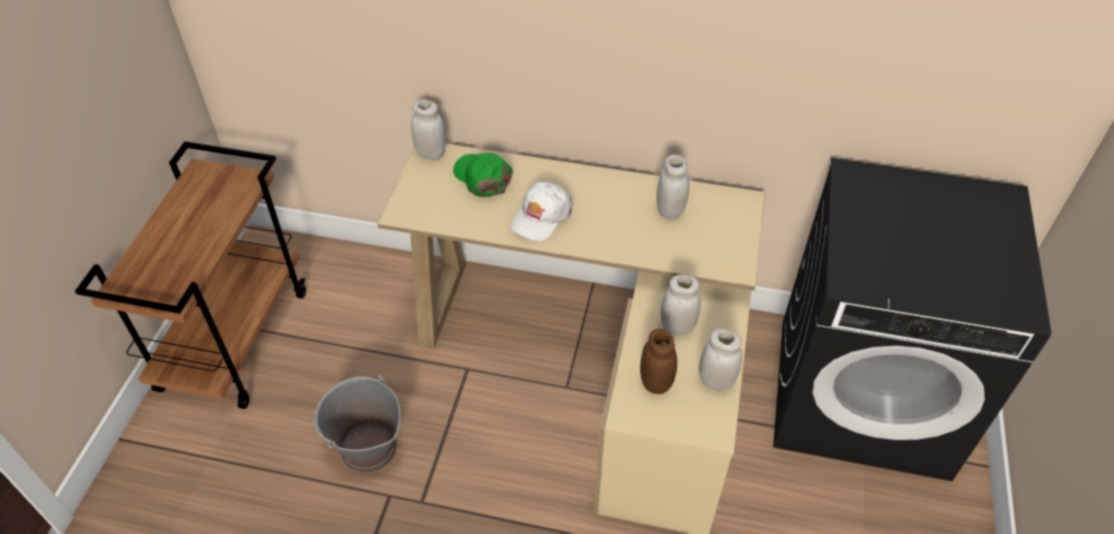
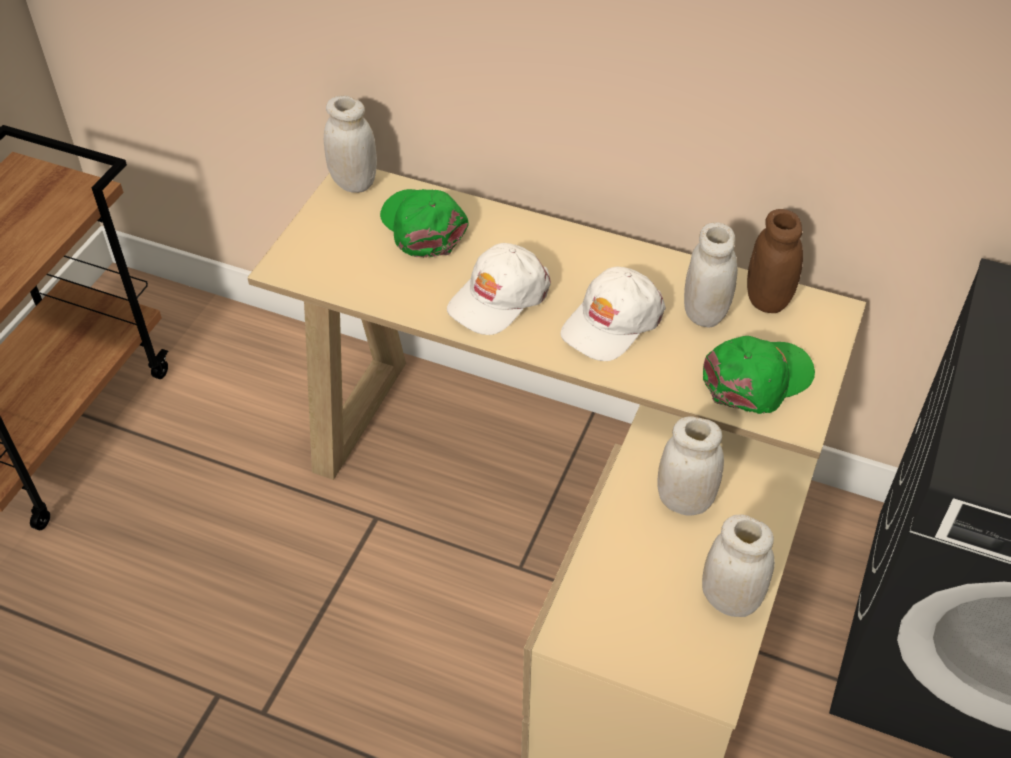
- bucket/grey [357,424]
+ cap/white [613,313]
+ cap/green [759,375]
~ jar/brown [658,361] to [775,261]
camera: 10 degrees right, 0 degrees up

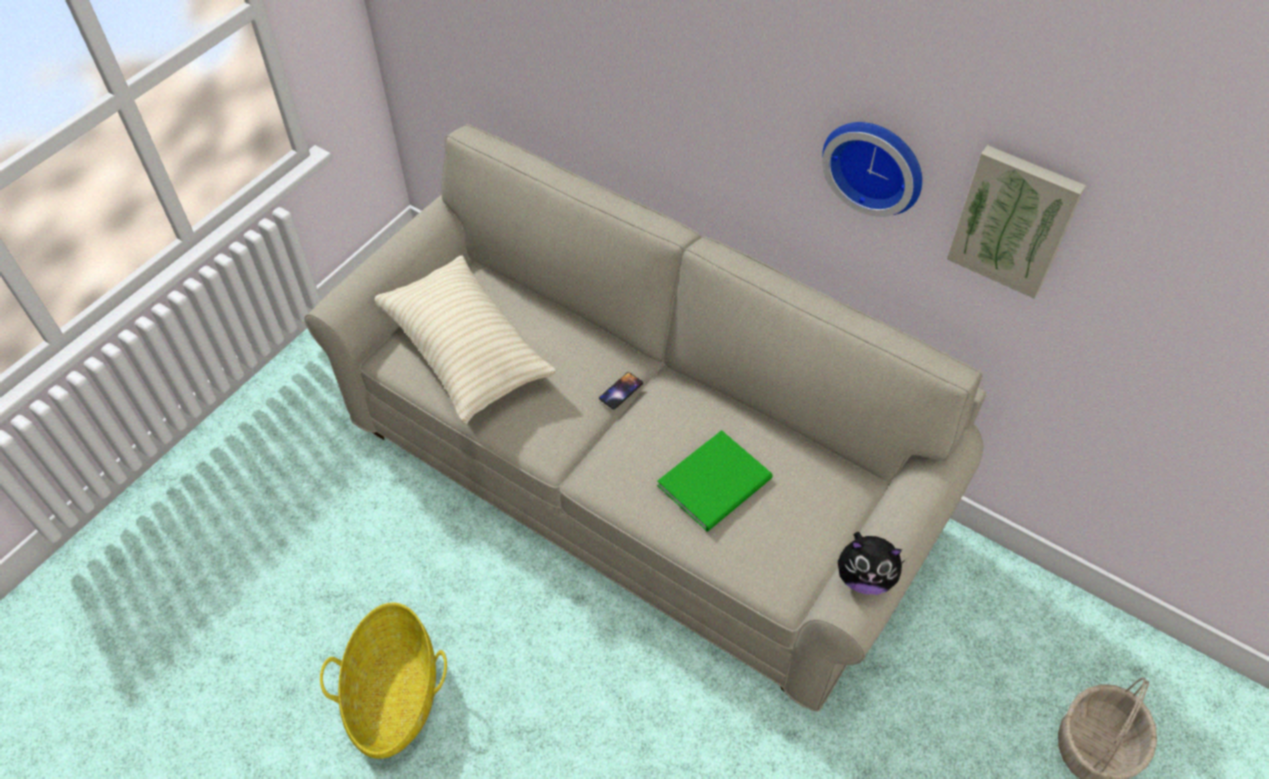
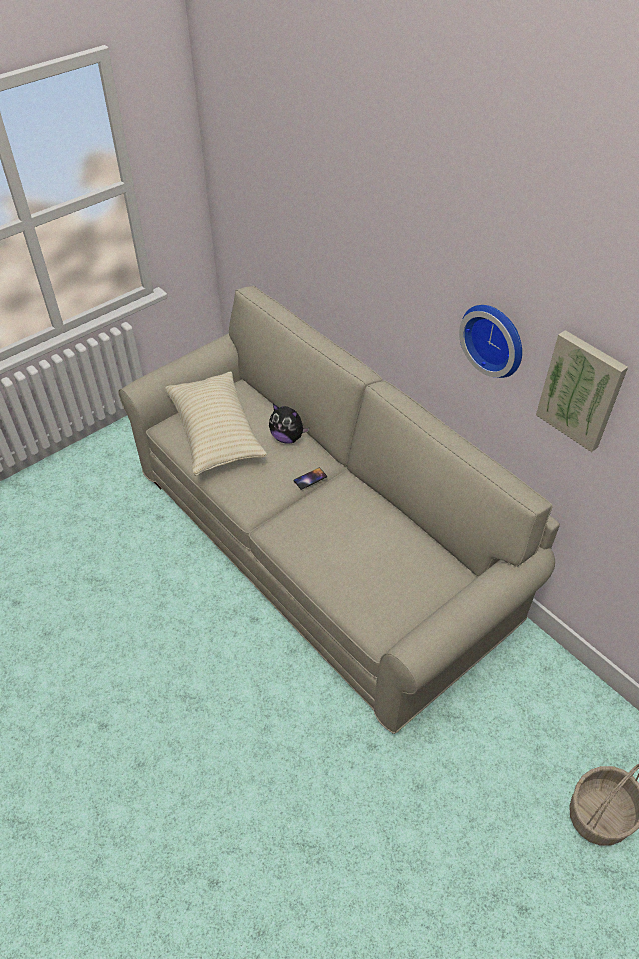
- basket [383,680]
- book/green [715,480]
~ plush toy [872,563] to [289,424]
camera: 15 degrees right, 5 degrees down

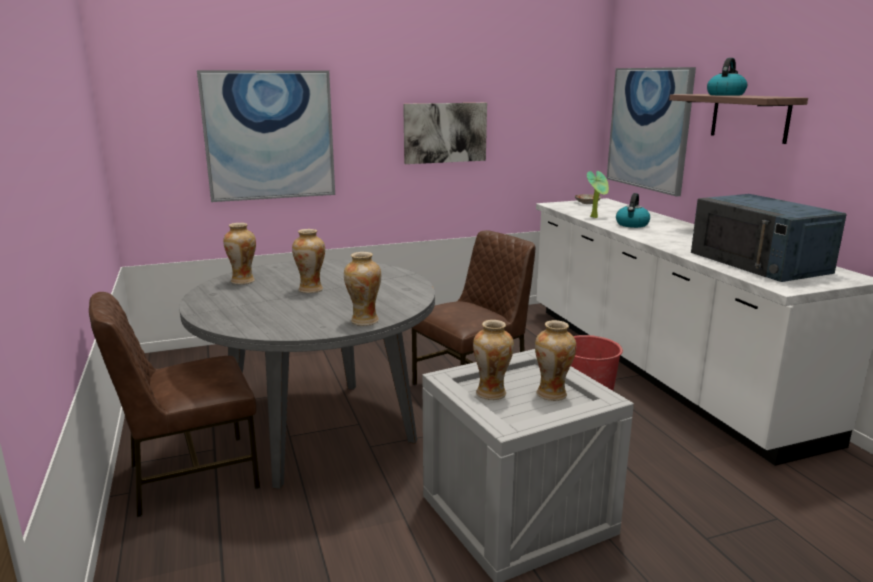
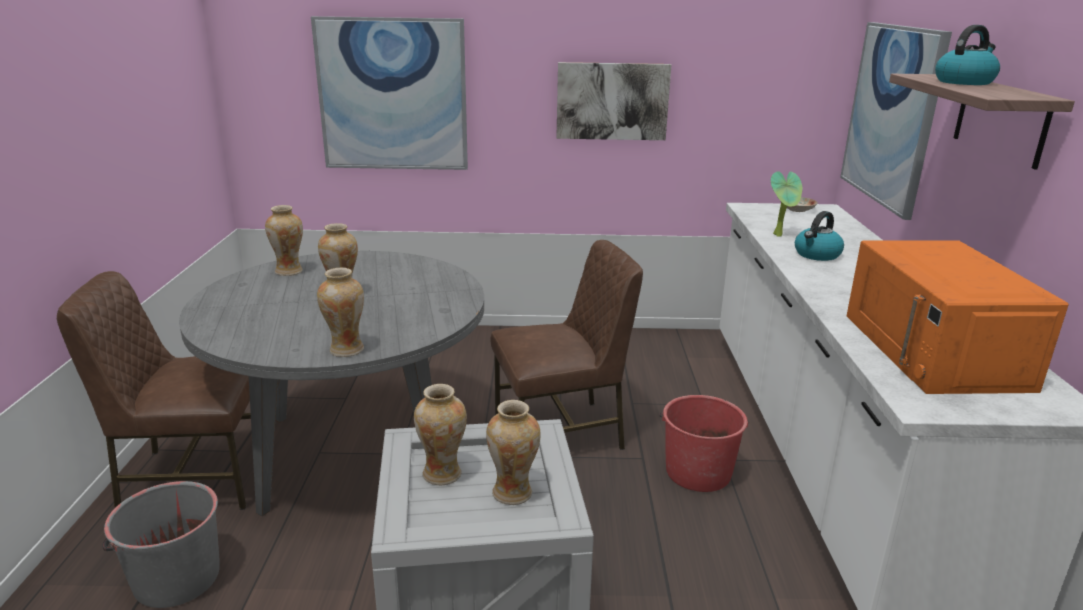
+ bucket/grey [161,544]
~ microwave/blue [769,238] to microwave/orange [958,317]
camera: 20 degrees right, 5 degrees up

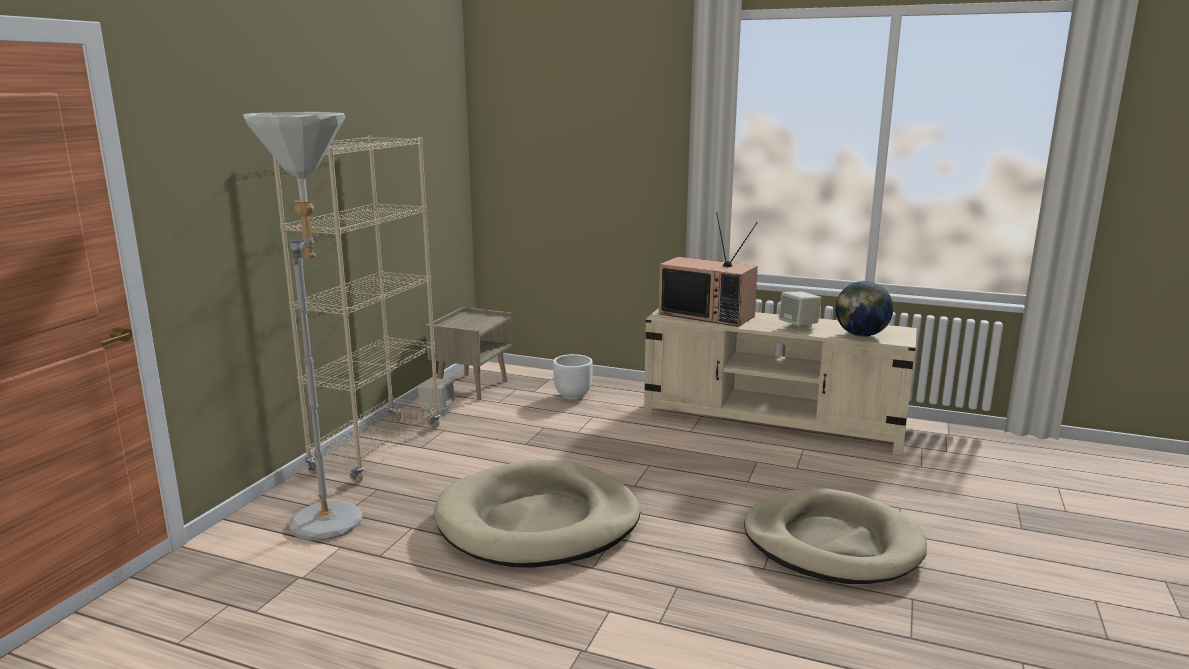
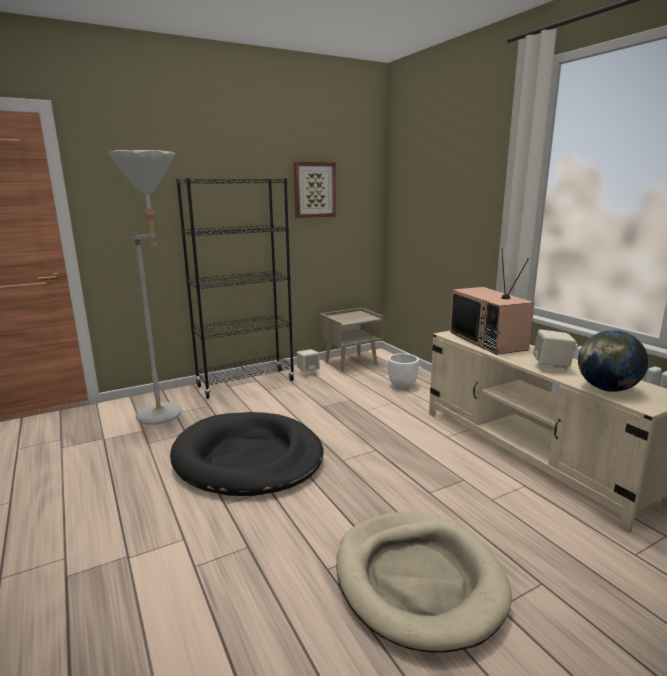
+ picture [315,190]
~ bookcase/beige [357,309] to bookcase/black [235,288]
~ dog bed/beige [537,514] to dog bed/black [247,454]
camera: 40 degrees right, 0 degrees up

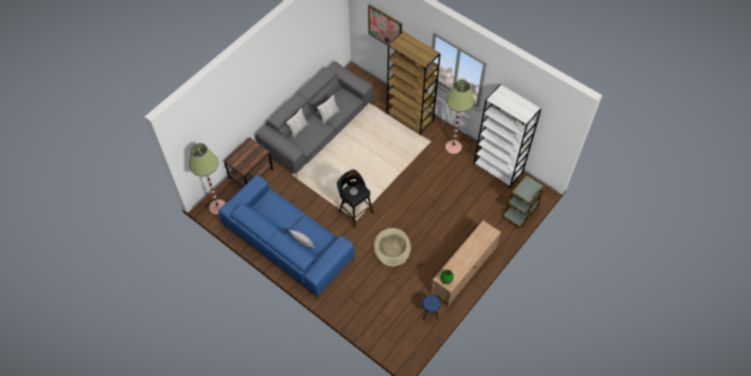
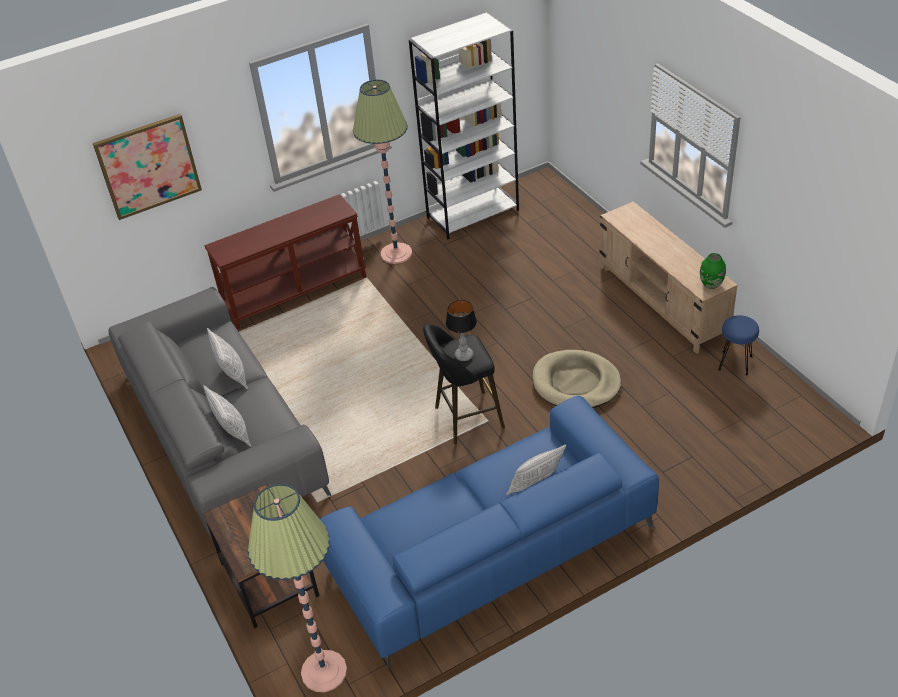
- cart/brown [523,201]
~ bookcase/brown [414,83] to console table/brown [285,262]
camera: 65 degrees left, 15 degrees down

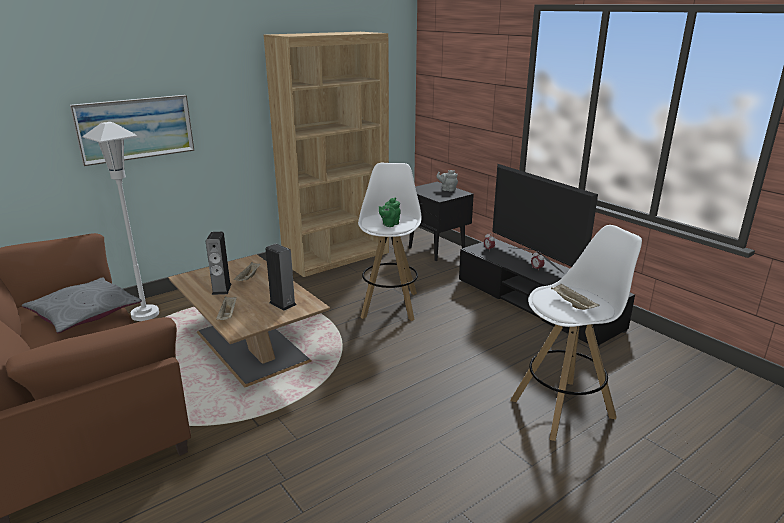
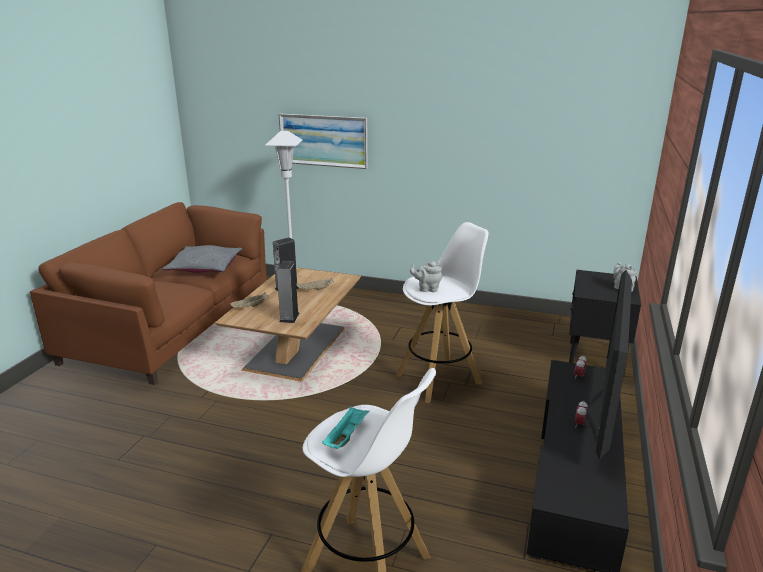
- bookcase/brown [326,154]
~ teapot/green [390,212] to teapot/grey [426,276]
~ tray/beige [575,296] to tray/turquoise [346,428]
camera: 55 degrees right, 0 degrees up

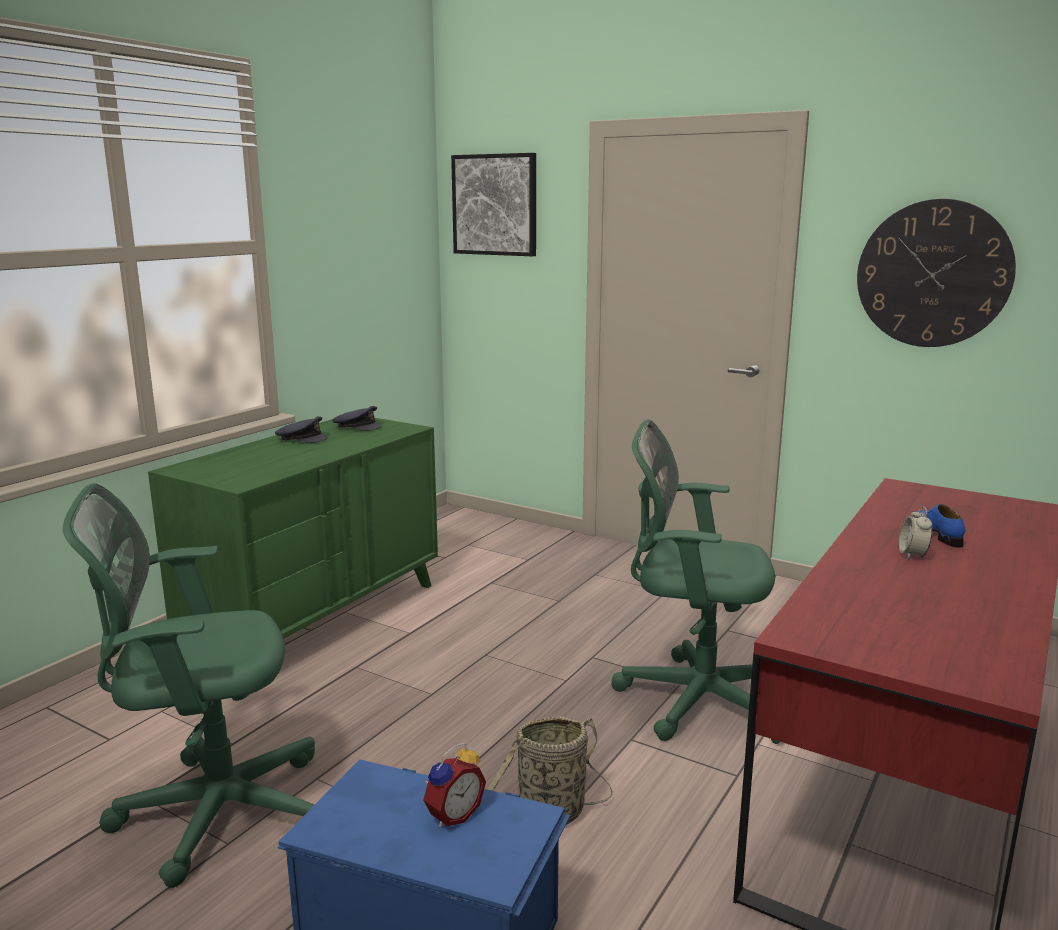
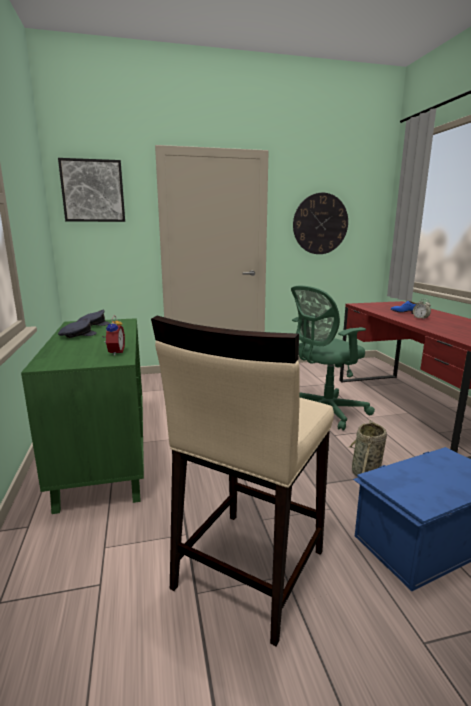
~ alarm clock [454,785] to [113,335]
~ office chair/green [189,685] to stool/beige [242,481]
camera: 45 degrees left, 0 degrees up

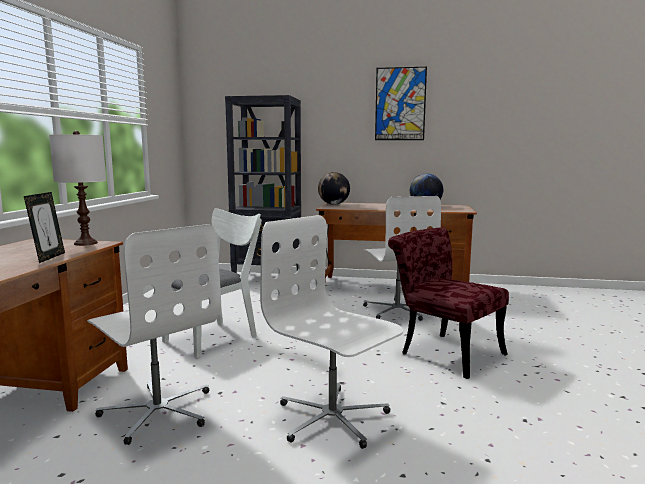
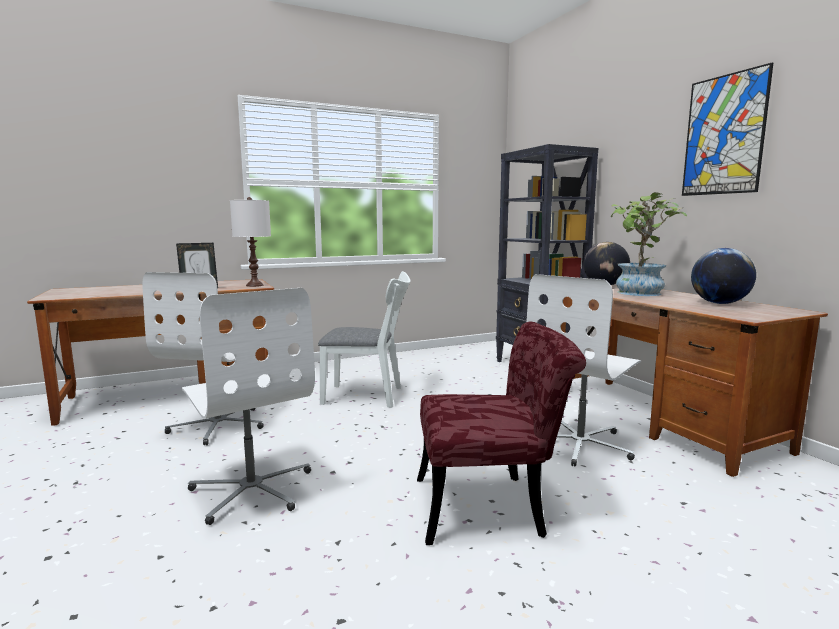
+ potted plant [649,244]
~ office chair/white [331,332] = [248,406] 135 degrees clockwise
~ chair/red [448,303] = [501,433] 75 degrees clockwise
camera: 55 degrees right, 0 degrees up

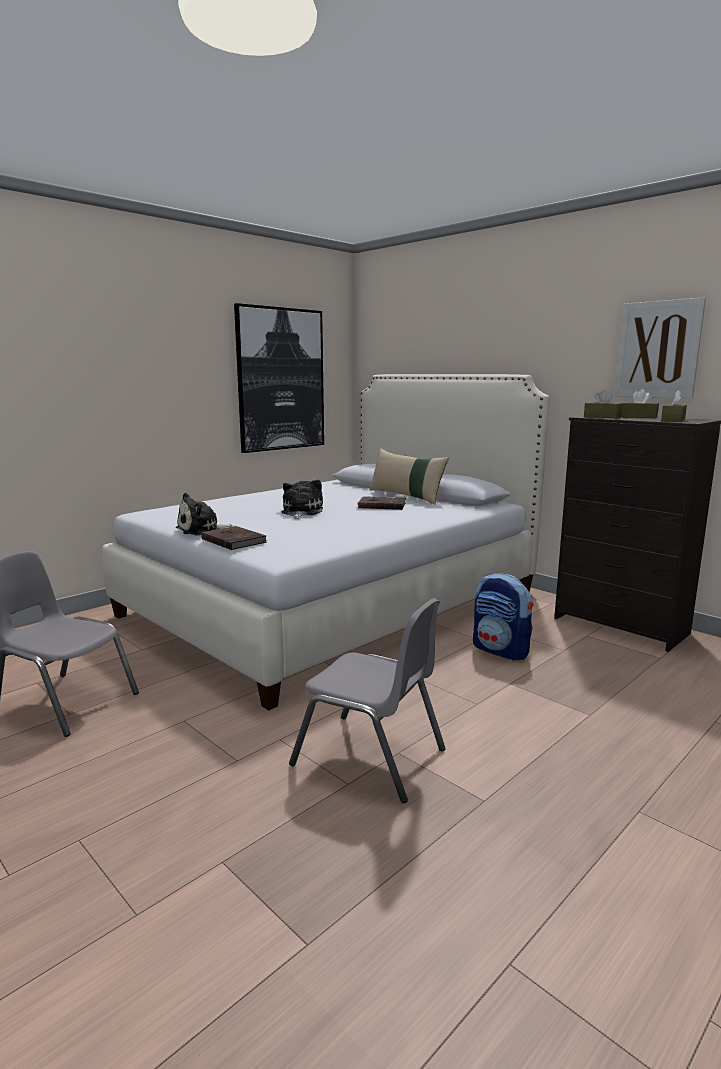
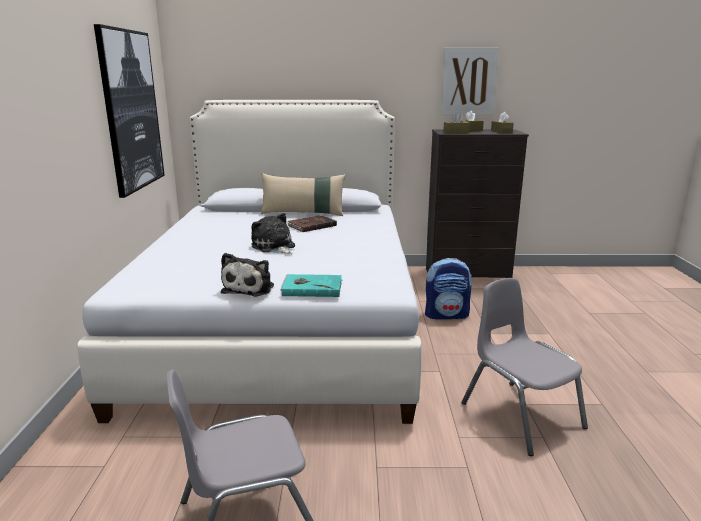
~ book/brown [234,538] to book/turquoise [311,285]
~ chair/grey [367,700] = [524,367] 105 degrees counterclockwise
camera: 45 degrees left, 5 degrees up

